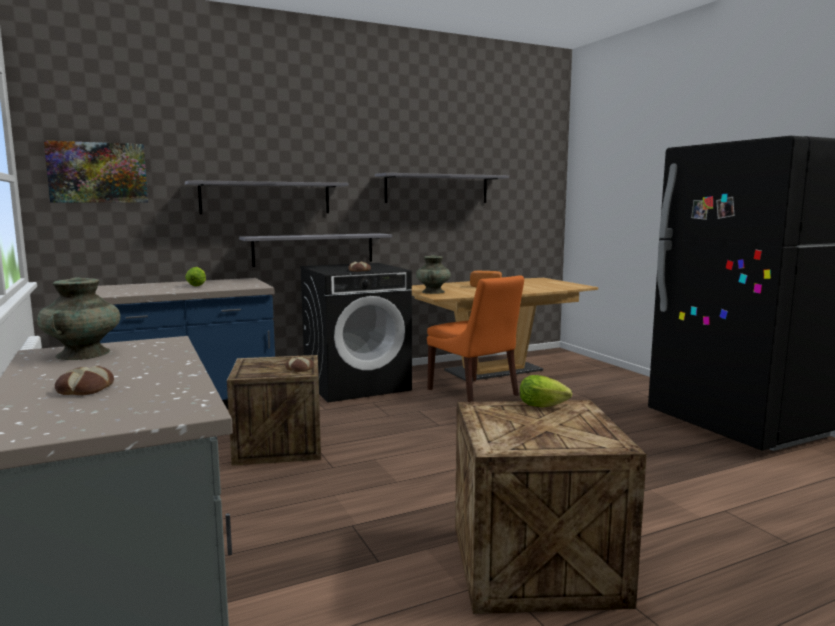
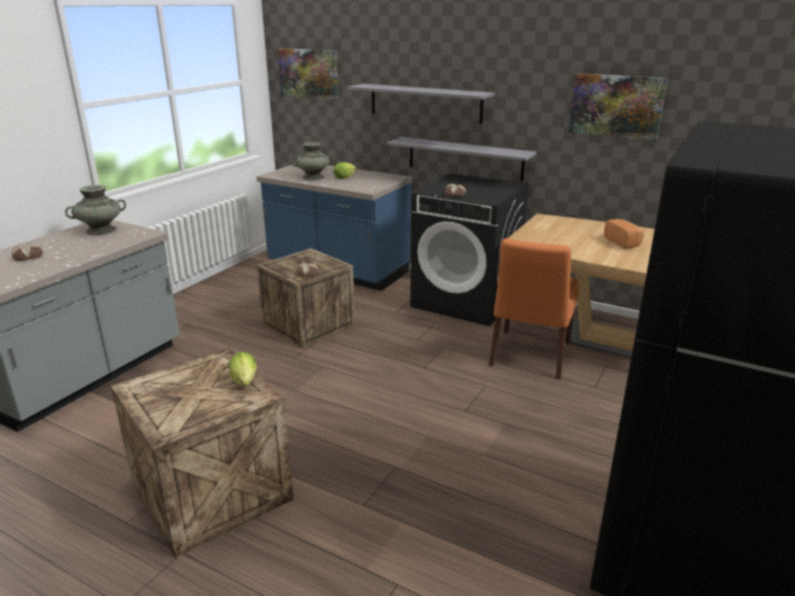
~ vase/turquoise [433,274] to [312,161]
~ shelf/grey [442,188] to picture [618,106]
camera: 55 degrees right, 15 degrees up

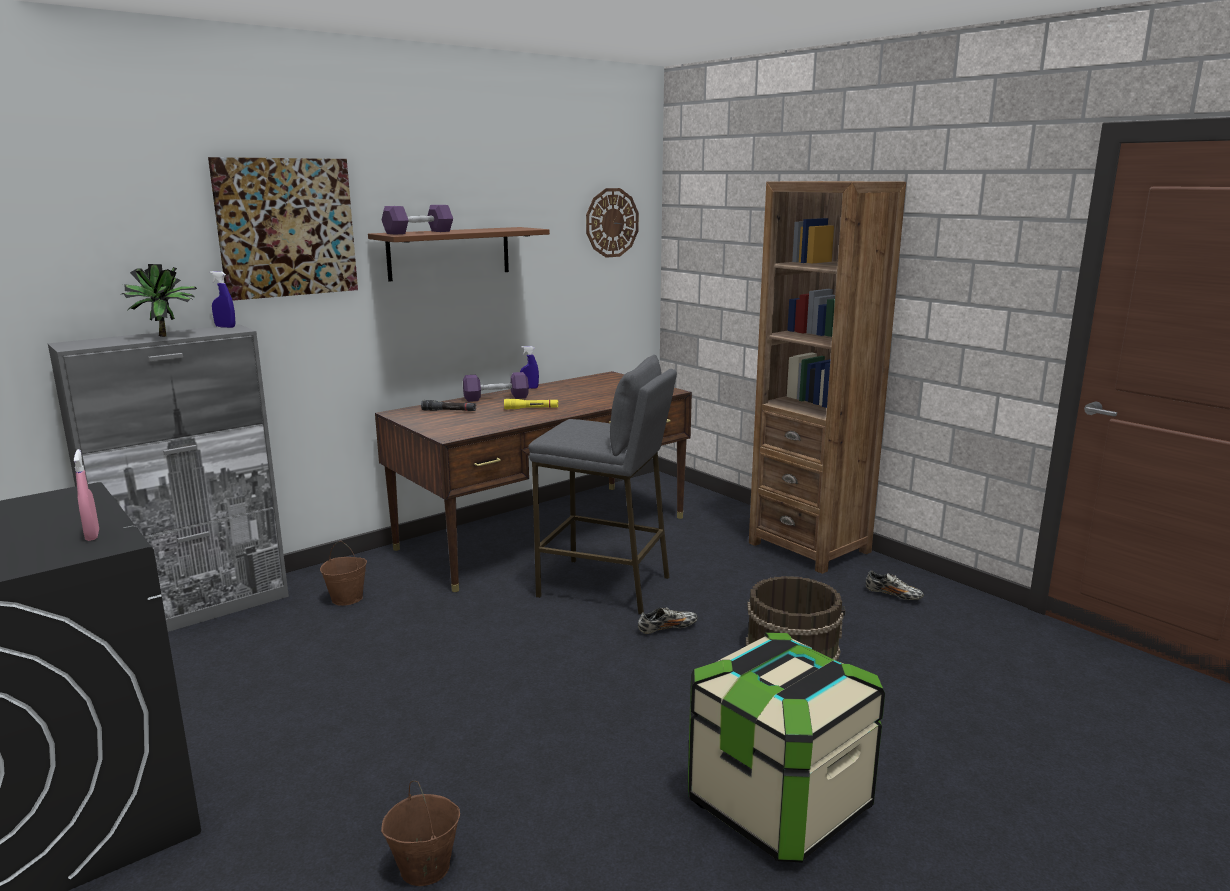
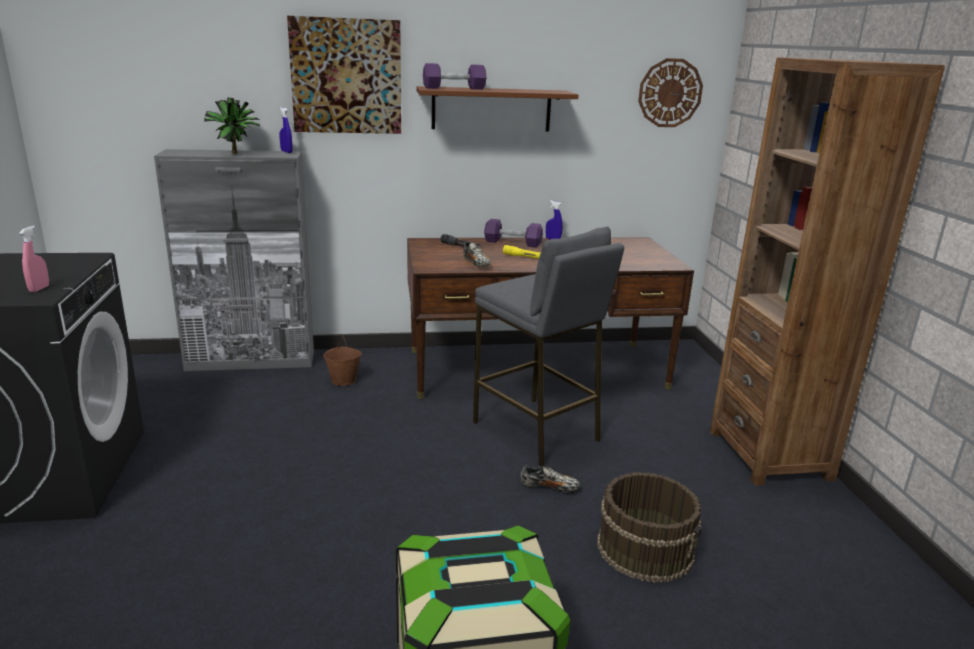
- bucket/brown [420,833]
~ shoe [895,585] to [477,254]
camera: 30 degrees right, 5 degrees up

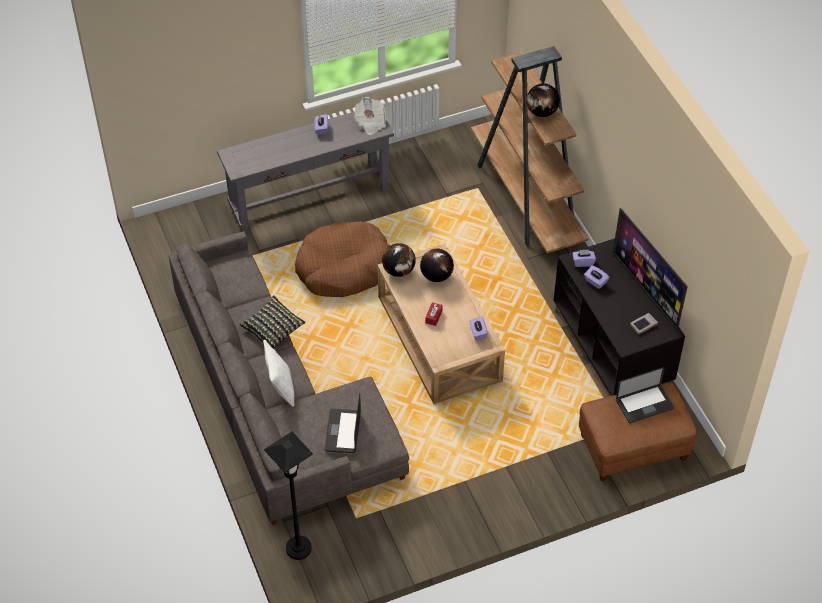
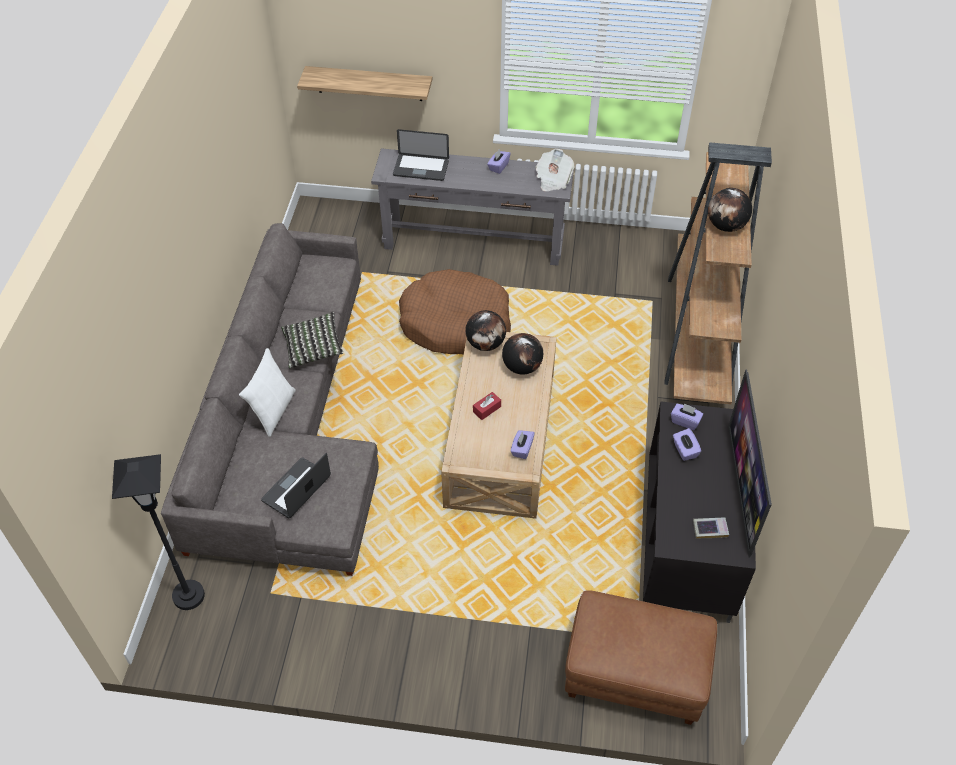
+ shelf [364,83]
~ laptop [645,395] to [421,155]
camera: 30 degrees right, 0 degrees up

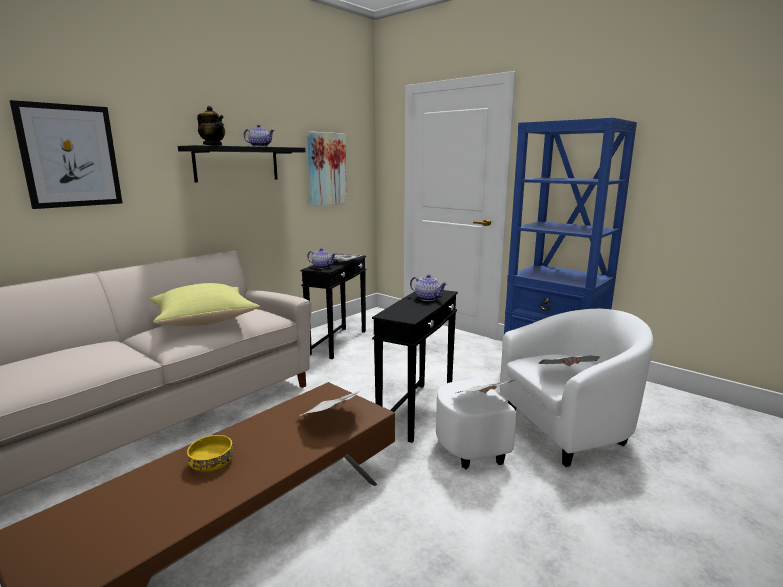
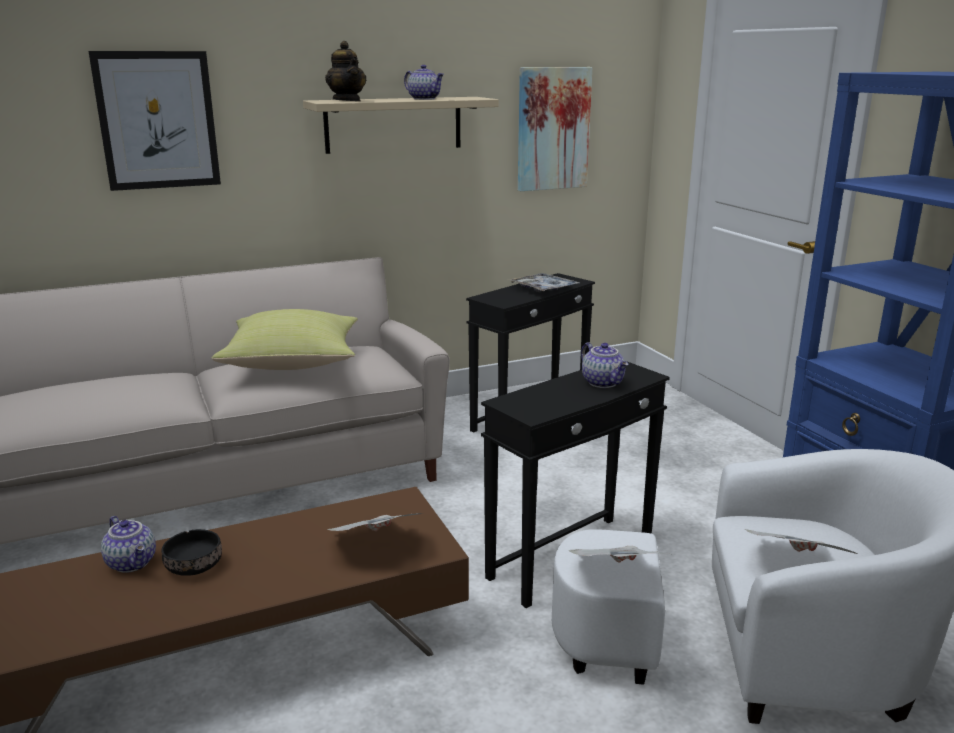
~ teapot [321,258] to [128,544]
~ shelf/black [241,163] to shelf/beige [401,125]
~ bowl/yellow [210,453] to bowl/black [191,552]
camera: 25 degrees right, 5 degrees up

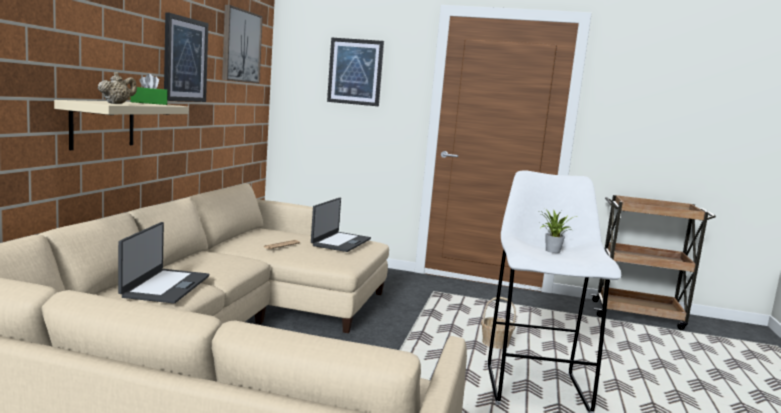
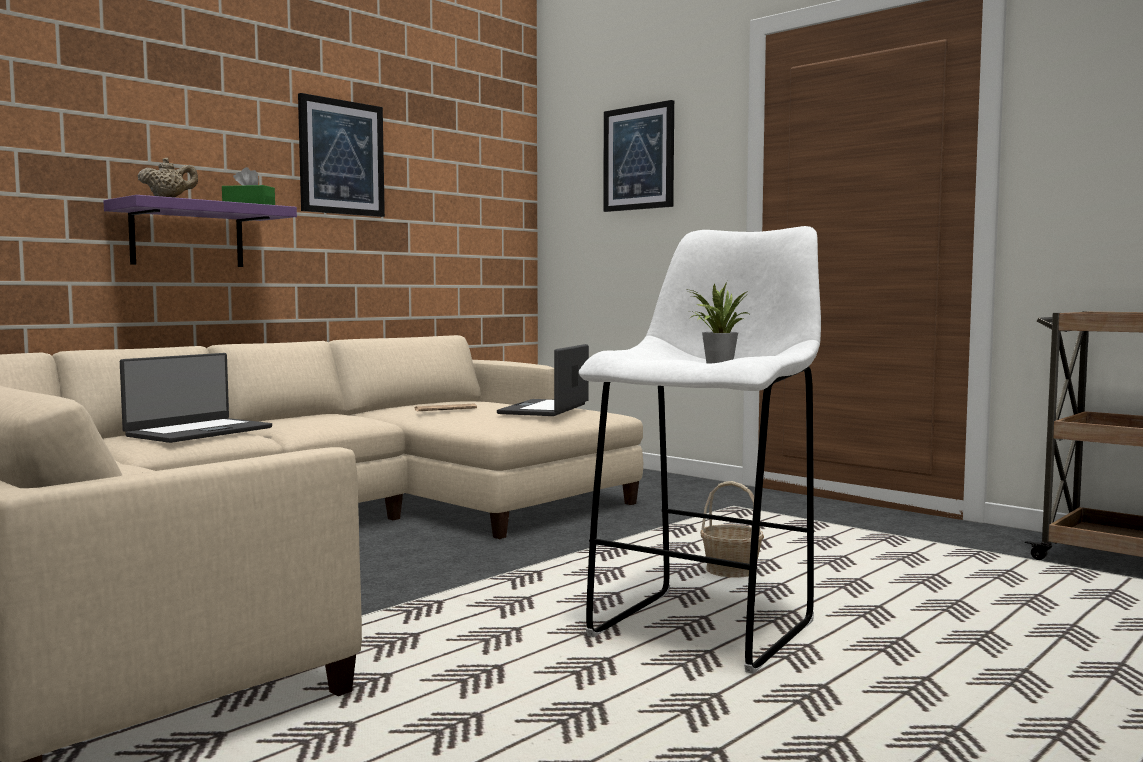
- picture [242,44]
~ shelf/beige [121,125] to shelf/purple [200,231]
~ laptop [341,225] = [543,380] 150 degrees clockwise
camera: 30 degrees right, 5 degrees down

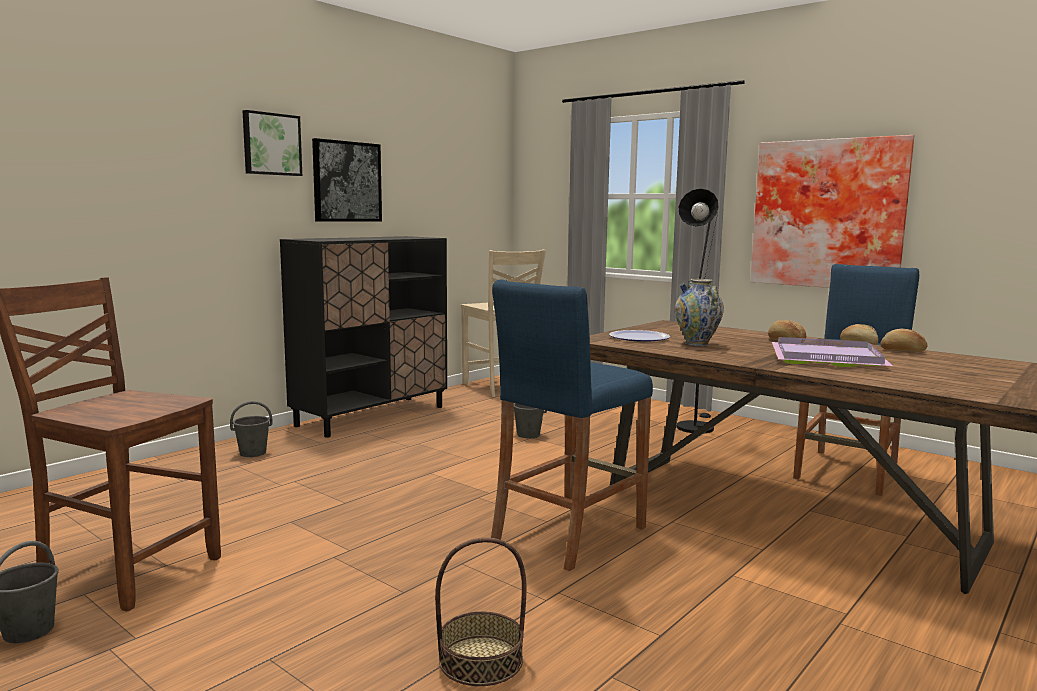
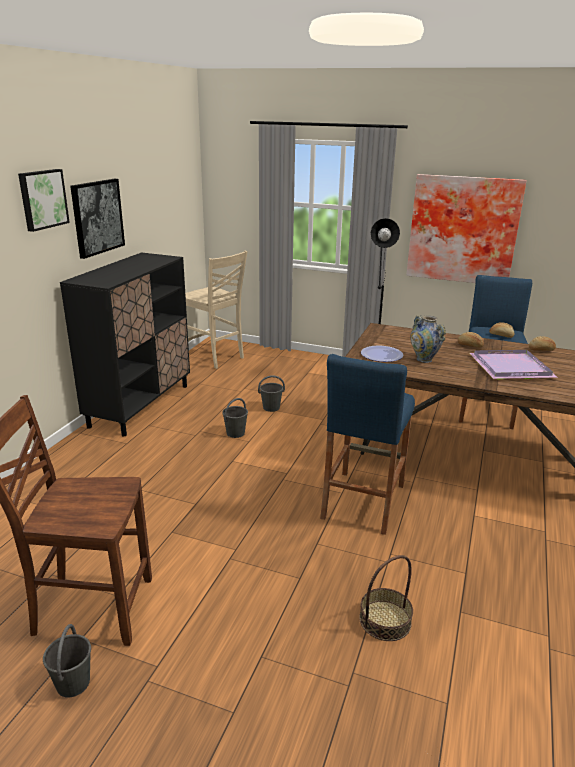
~ bucket/grey [251,429] to [235,418]
camera: 20 degrees left, 15 degrees up

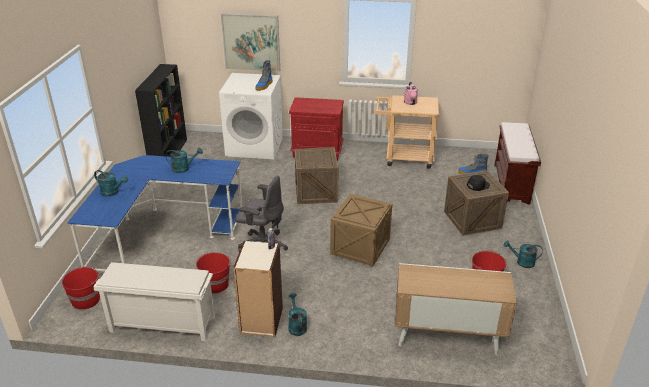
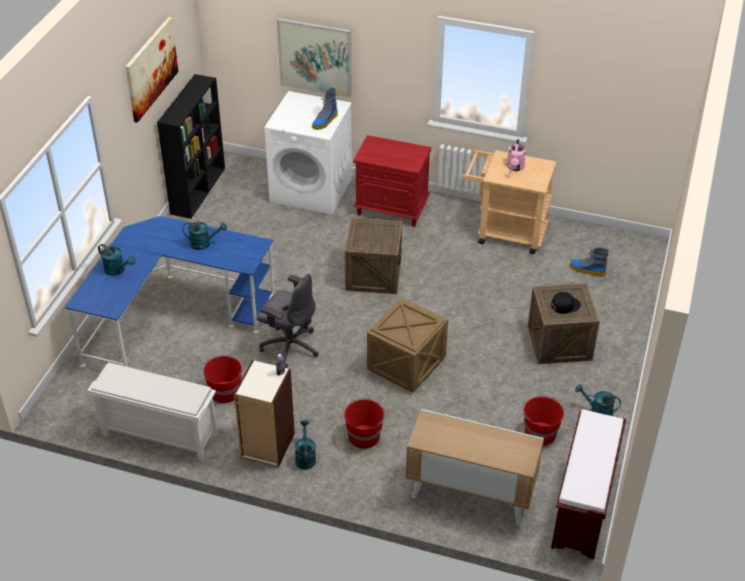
+ picture [151,70]
~ bucket/red [81,288] to [365,423]
~ bench/brown [517,163] to [588,484]
camera: 10 degrees right, 10 degrees up

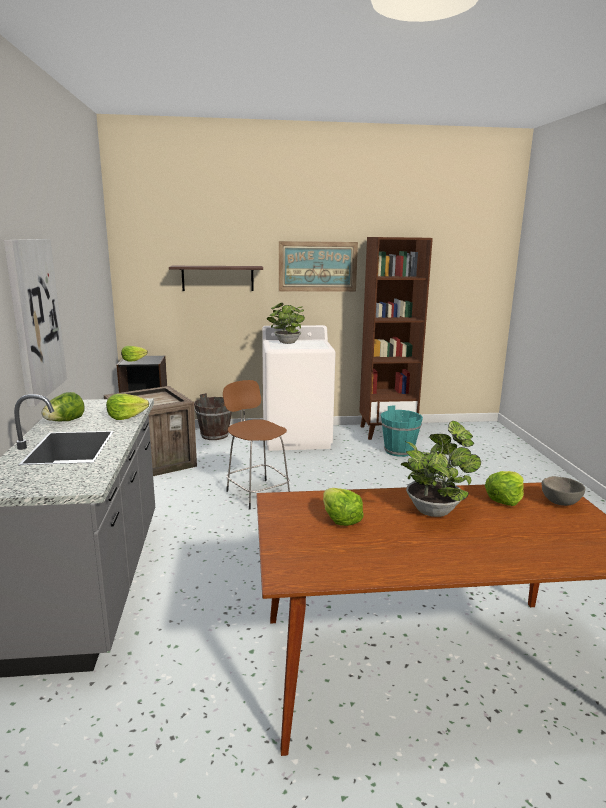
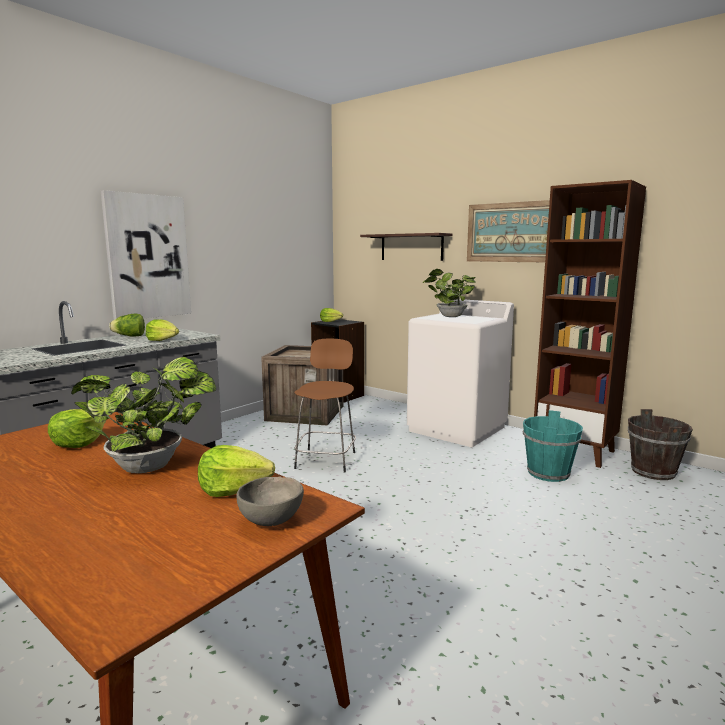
~ bucket/brown [213,416] to [660,444]
camera: 45 degrees right, 5 degrees down

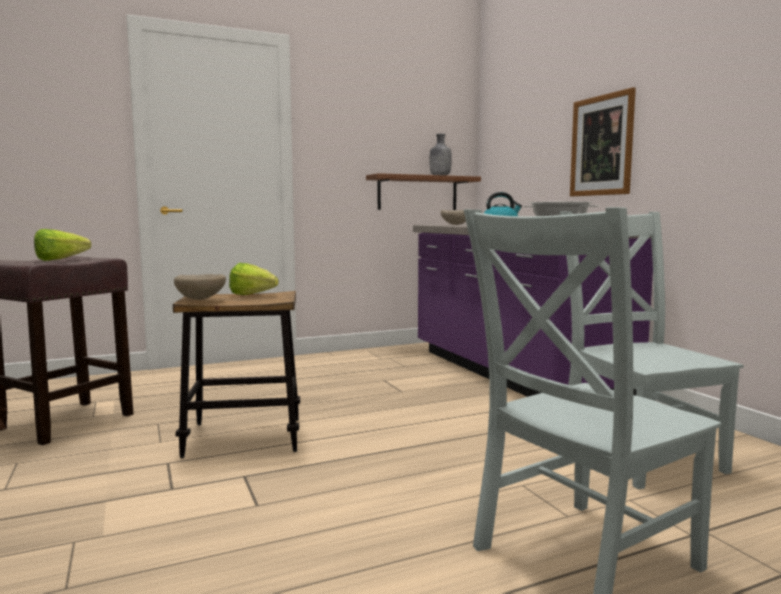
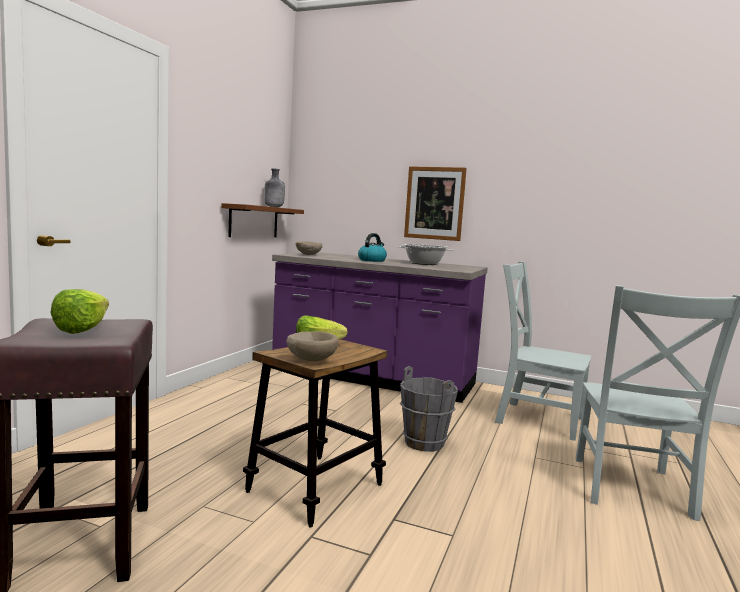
+ bucket/grey [429,409]
camera: 45 degrees left, 0 degrees up

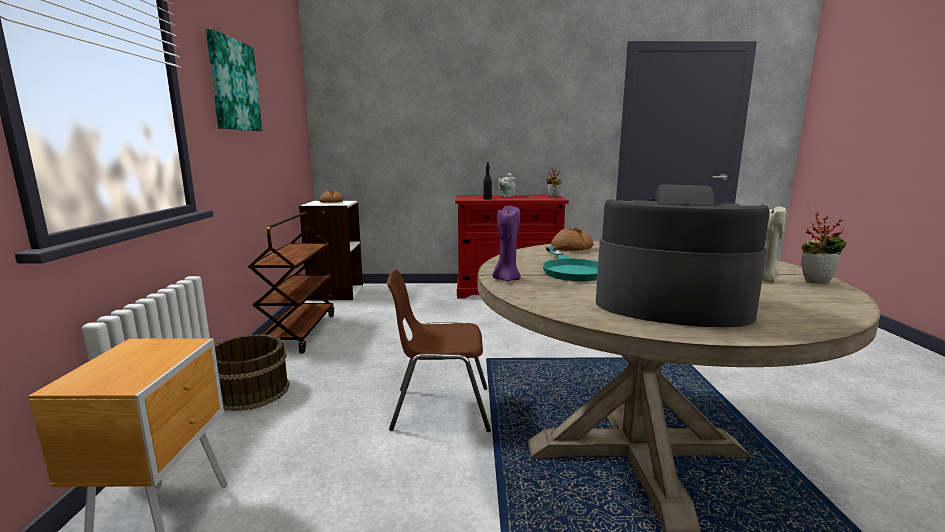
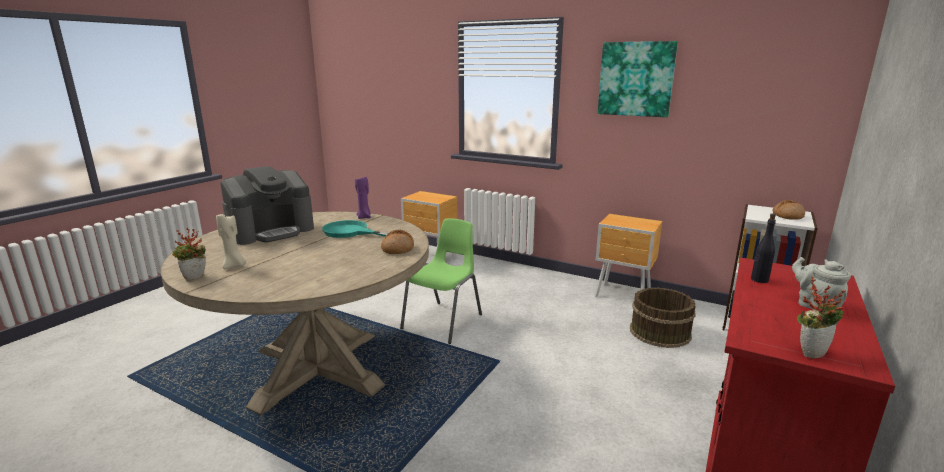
~ bucket/brown [252,372] to [663,318]
~ cart/brown [291,283] to nightstand/brown [628,255]
~ chair/brown [439,351] to chair/green [441,281]
camera: 120 degrees right, 5 degrees up

